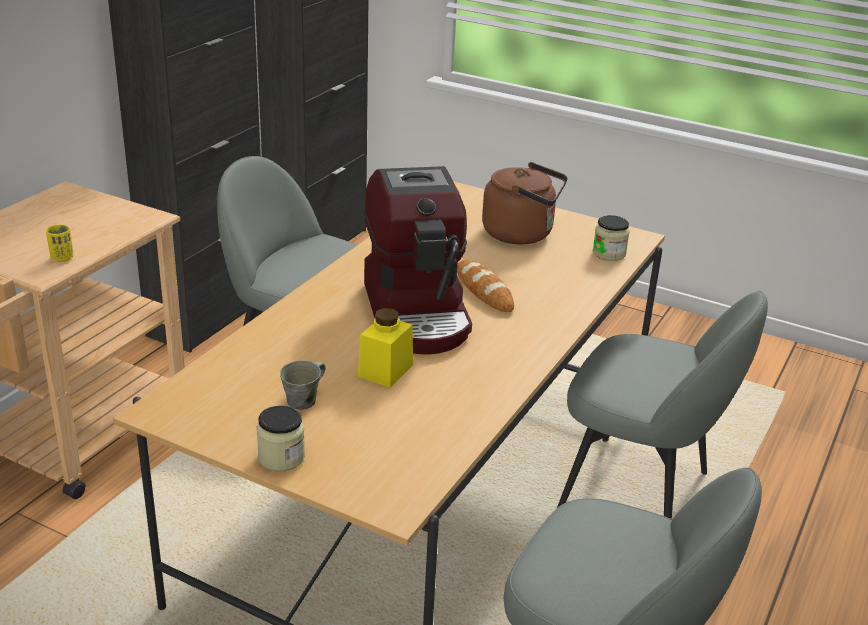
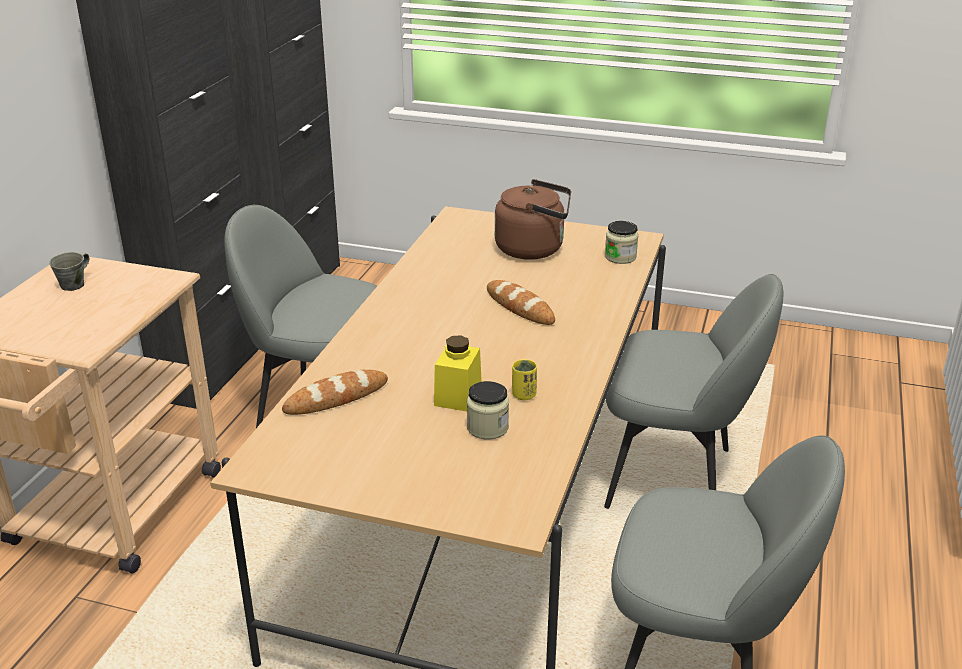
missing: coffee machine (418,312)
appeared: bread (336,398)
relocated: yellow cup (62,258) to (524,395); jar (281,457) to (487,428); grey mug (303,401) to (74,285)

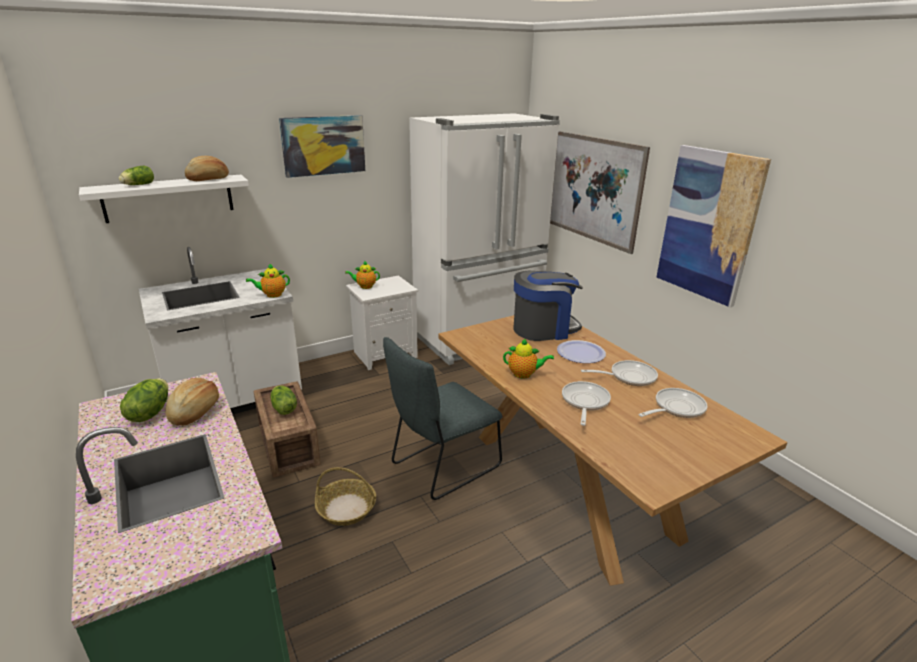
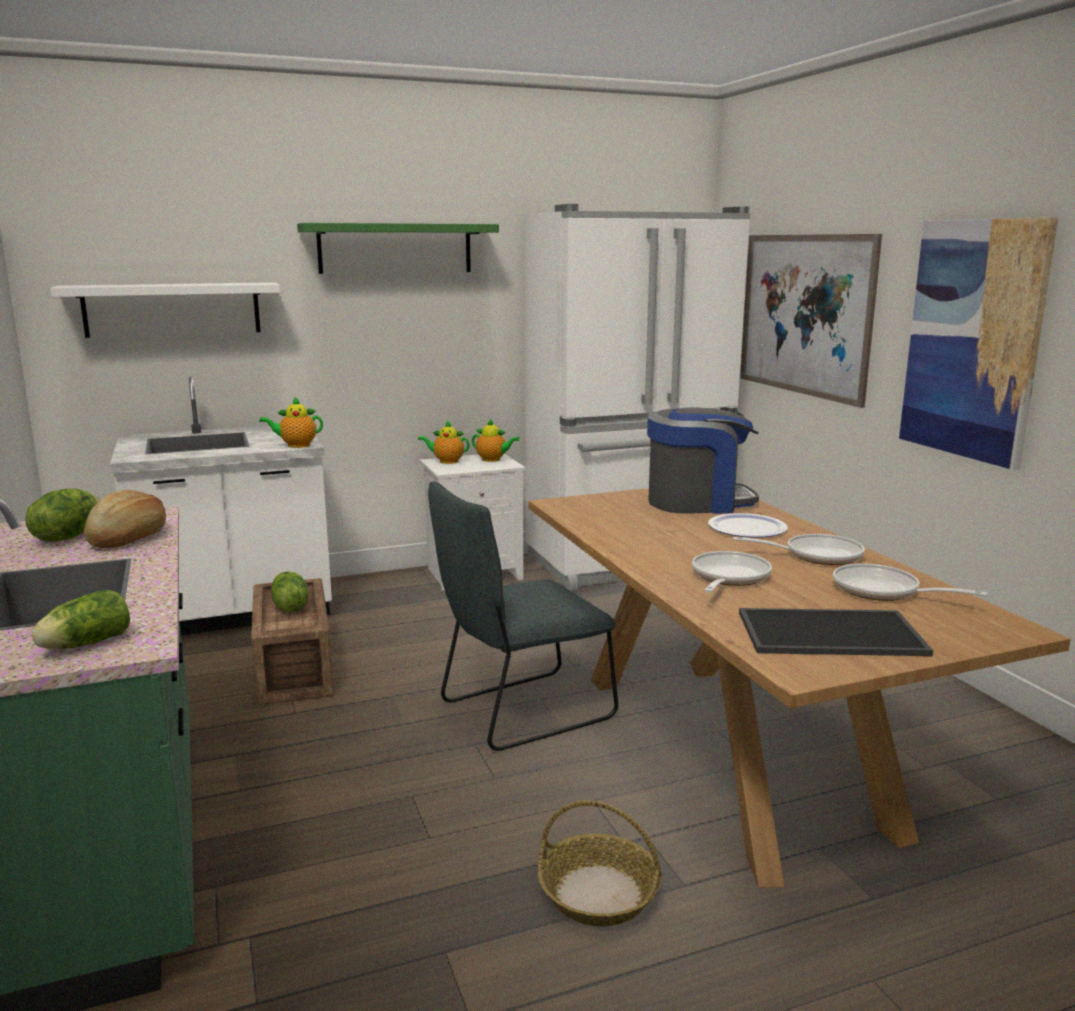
missing: bread (208,179)
appeared: tray (829,634)
relocated: lettuce (137,185) to (83,644); basket (346,508) to (597,893); teapot (524,374) to (493,460)
exchanged: picture (323,145) to green shelf (395,248)
spun: frying pan (676,408) = (883,591) 120 degrees counterclockwise

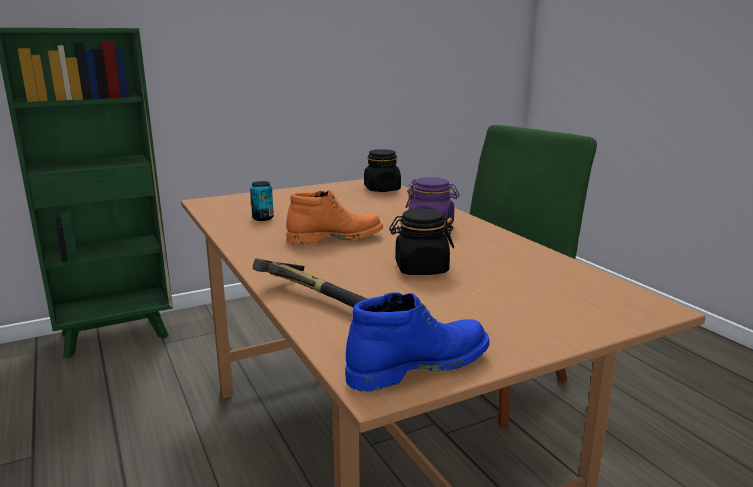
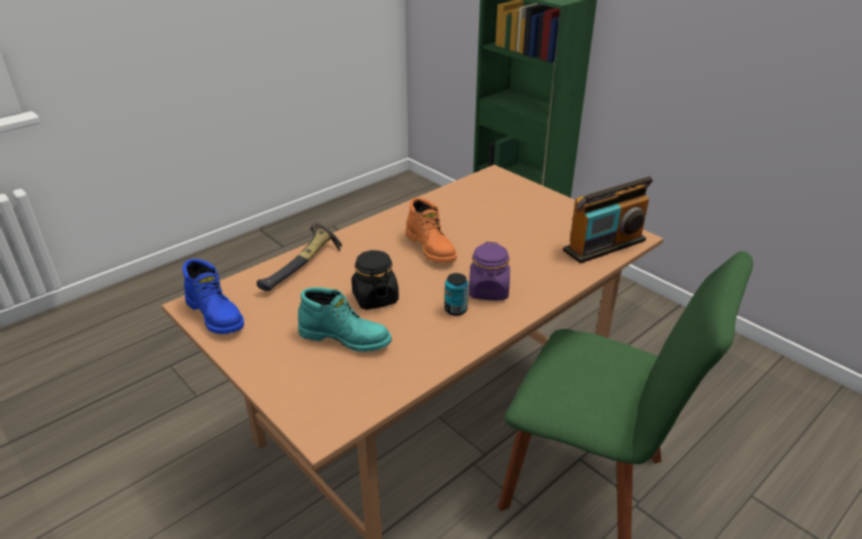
appeared: turquoise boot (346,338)
relocated: can (263,218) to (455,310)
exchanged: black jar (382,189) to radio (604,246)

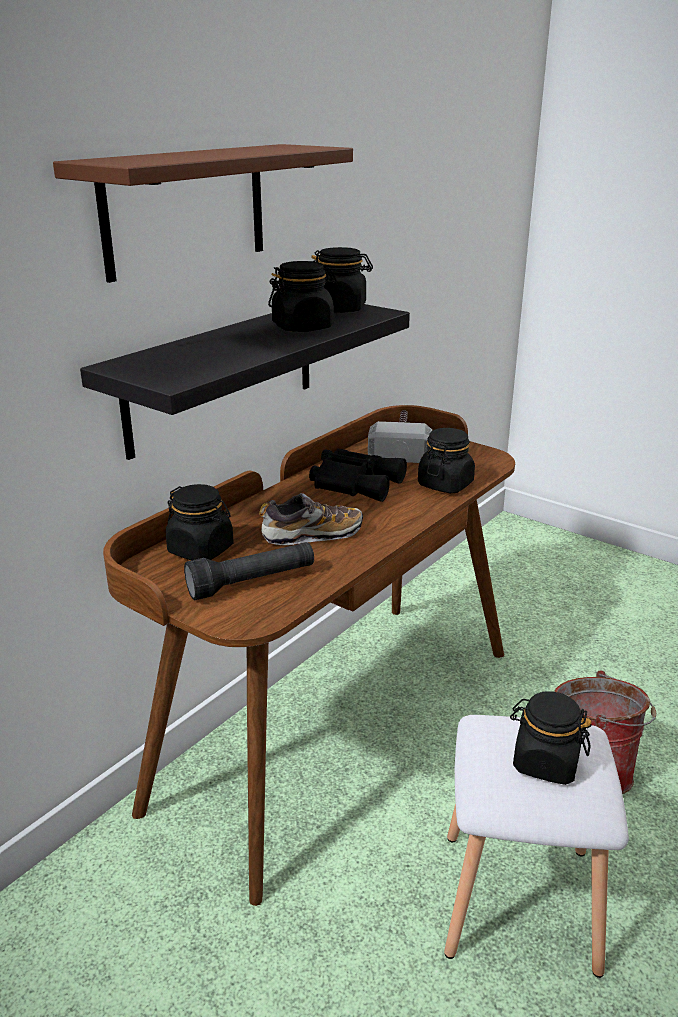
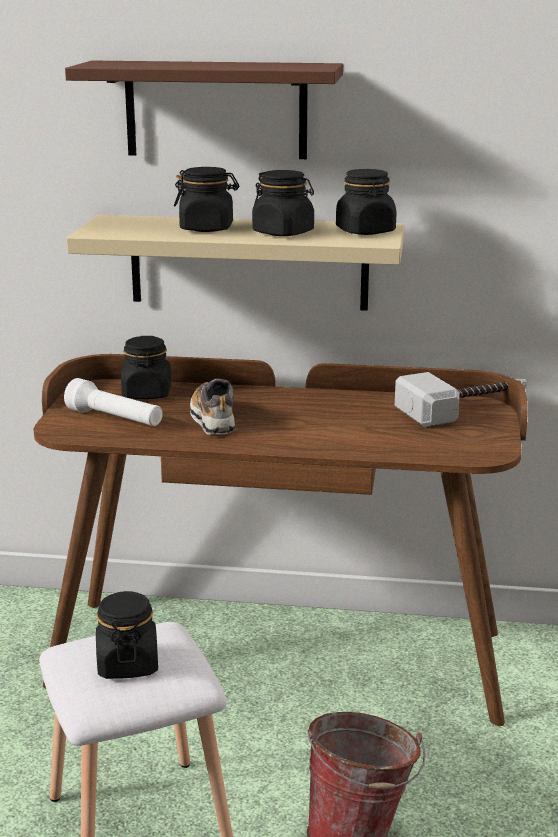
missing: black binoculars (356,483)
relocated: black jar (445,484) to (207,228)
colour: black shelf (223,374) to beige shelf (249,262); black flashlight (252,583) to white flashlight (115,420)
spun: shoe (311,535) = (213,419) 150 degrees counterclockwise

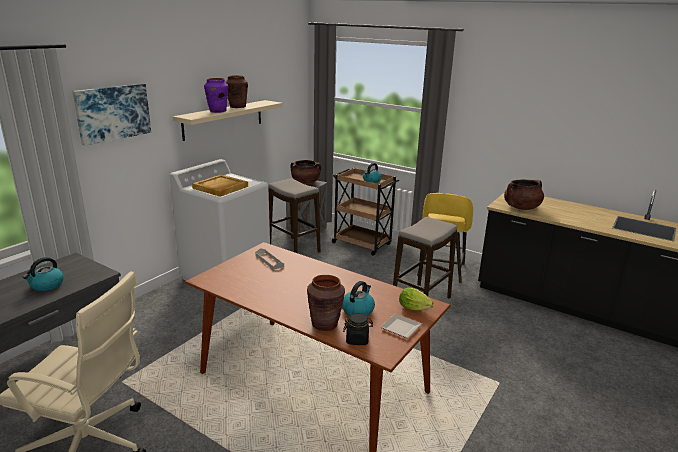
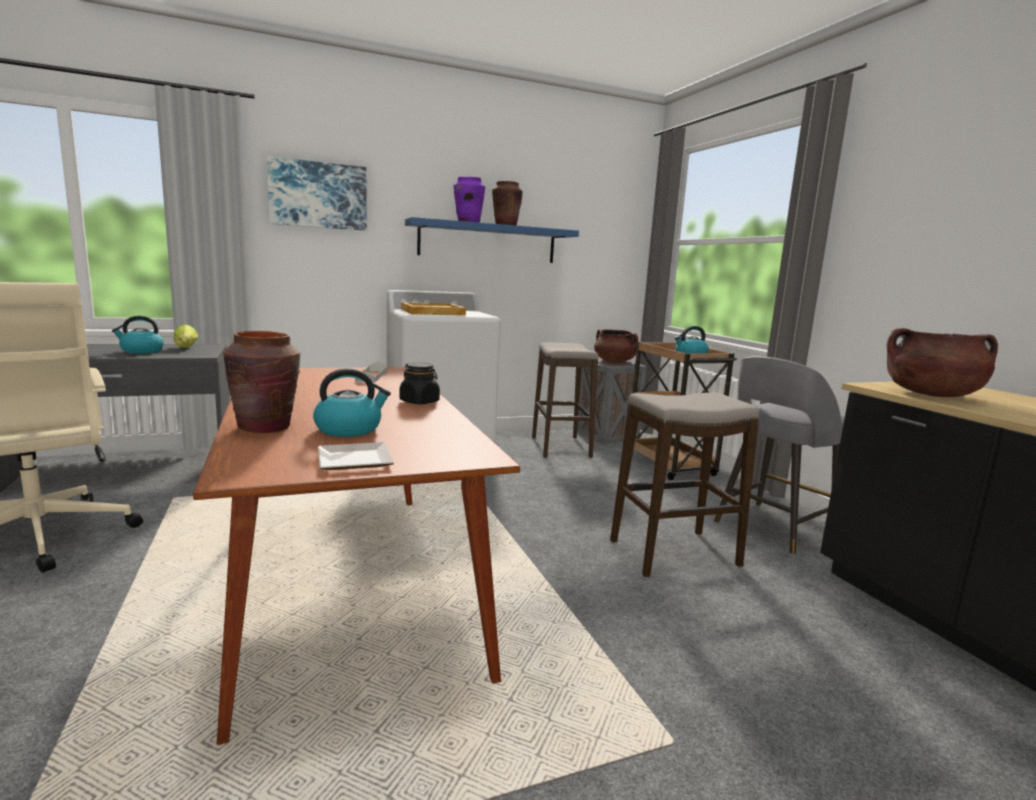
relocated: black jar (357,339) to (419,402); lettuce (415,309) to (186,348)
colour: beige shelf (223,119) to blue shelf (488,242); yellow stool (440,270) to grey stool (771,528)

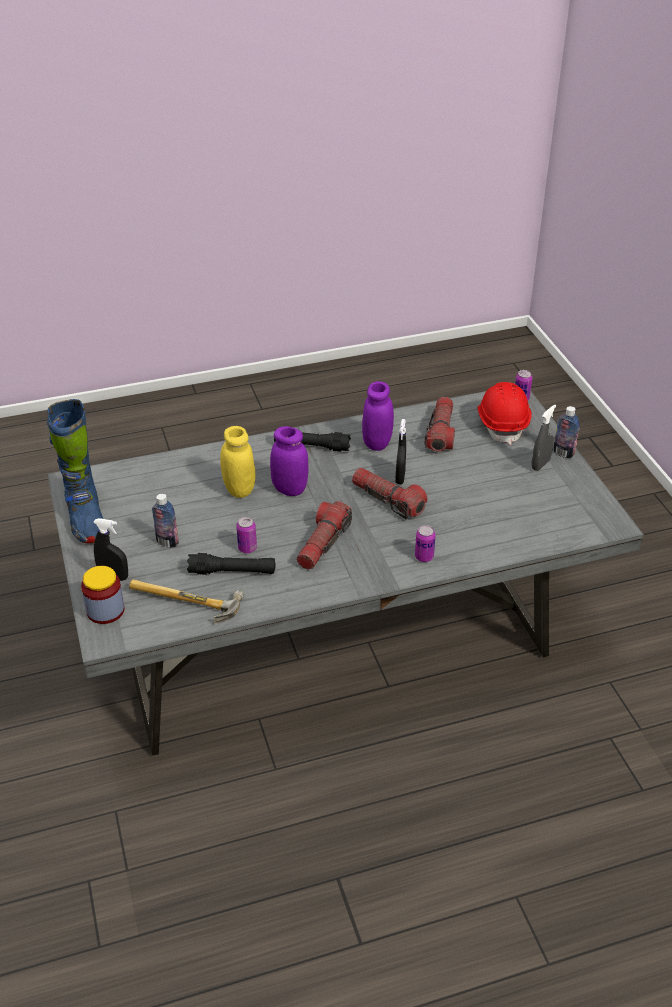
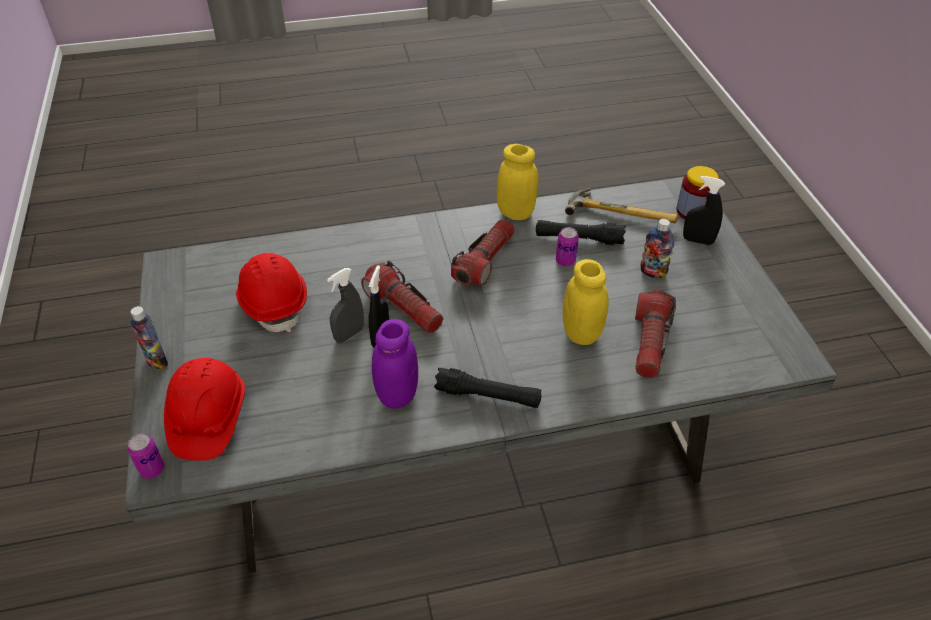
missing: blue boot (85,519); purple jar (290,489); can (424,557)
appeared: red hard hat (274,303); yellow jar (515,213)
relocated: flashlight (441,432) to (650,342); grey spray bottle (540,465) to (349,334)

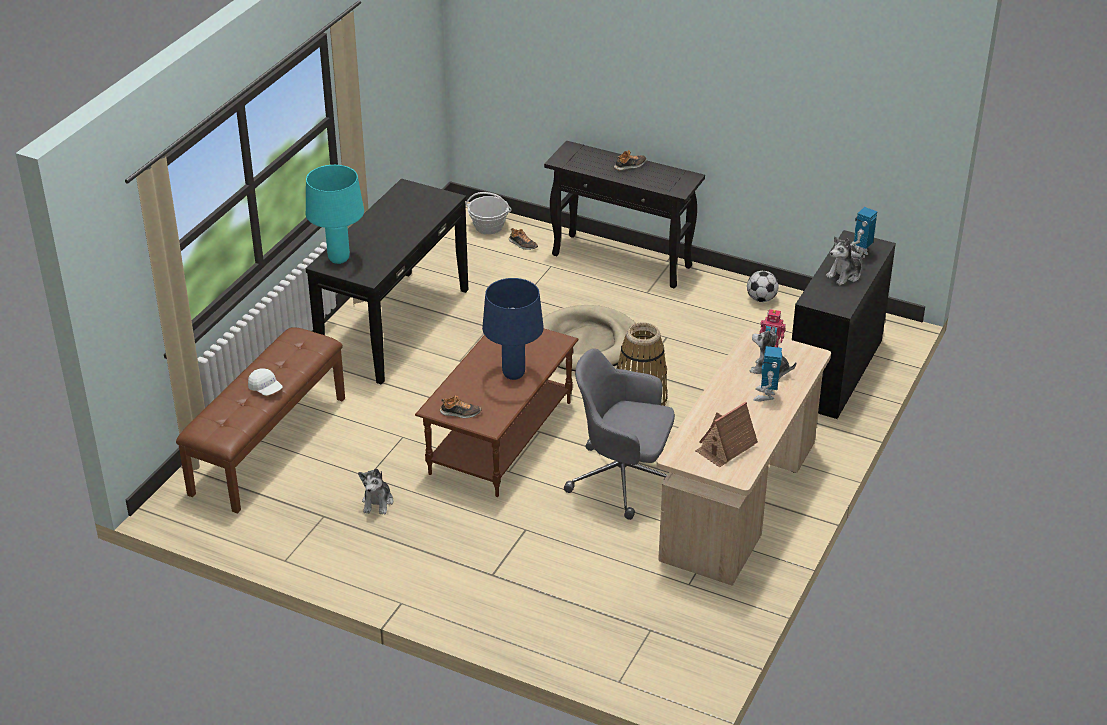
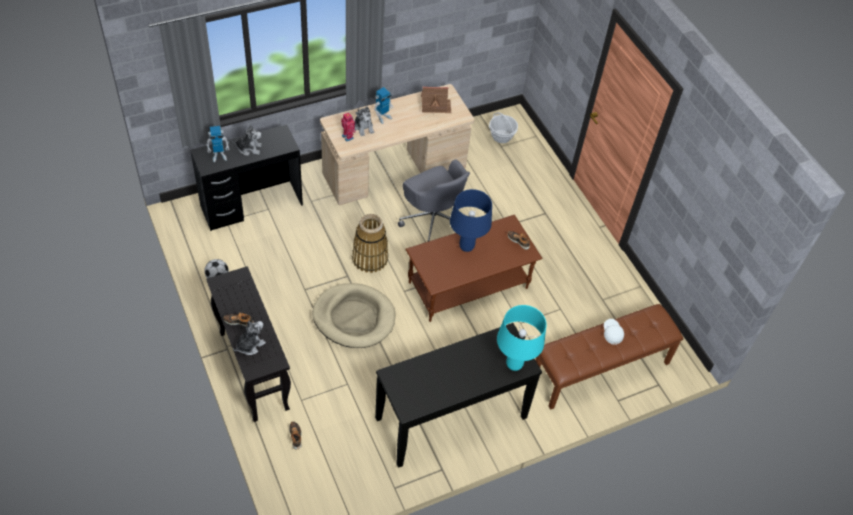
relocated: plush toy (377,502) to (250,345); basket (488,227) to (501,136)

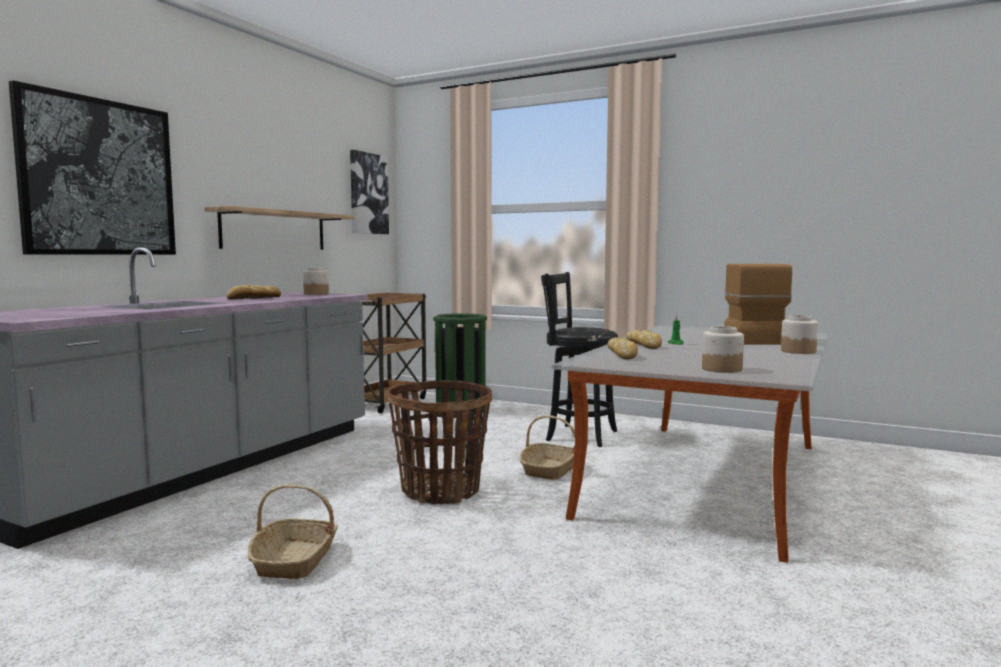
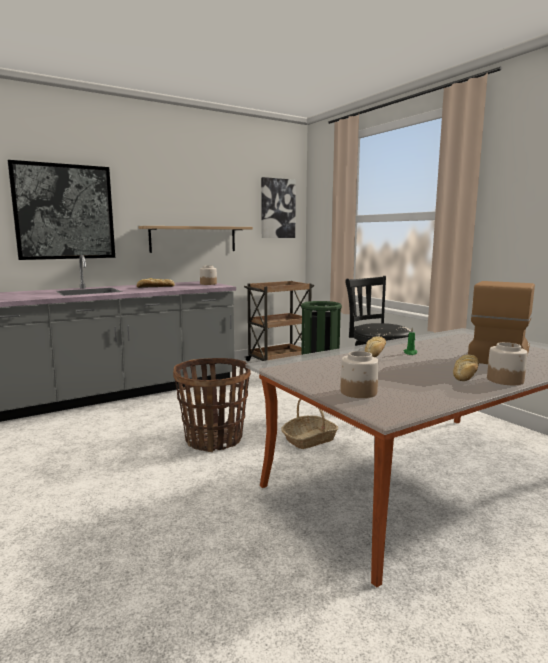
missing: basket (295,560)
relocated: bread (622,354) to (466,373)

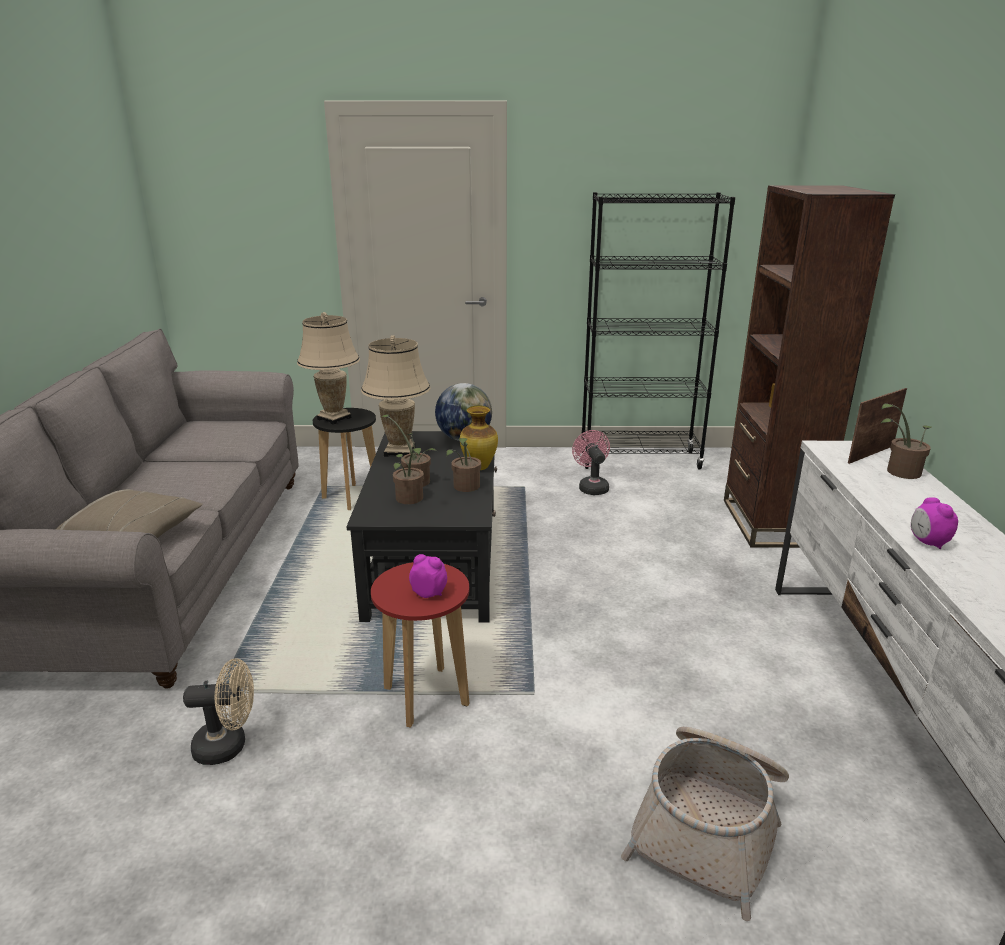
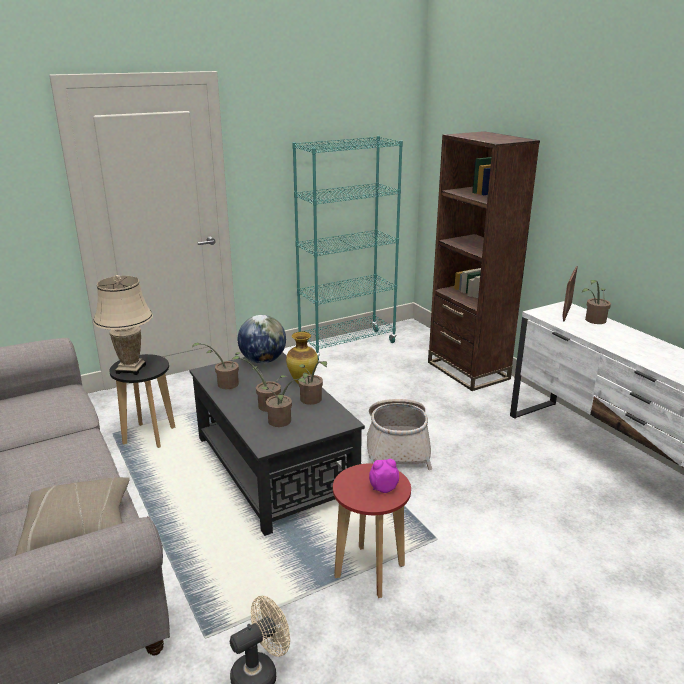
missing: pink fan (591,487); alarm clock (927,542)
relocated: basket (710,825) to (397,445)
exchanged: beige table lamp (399,451) to potted plant (224,384)
colour: black bookcase (639,460) to turquoise bookcase (347,345)

